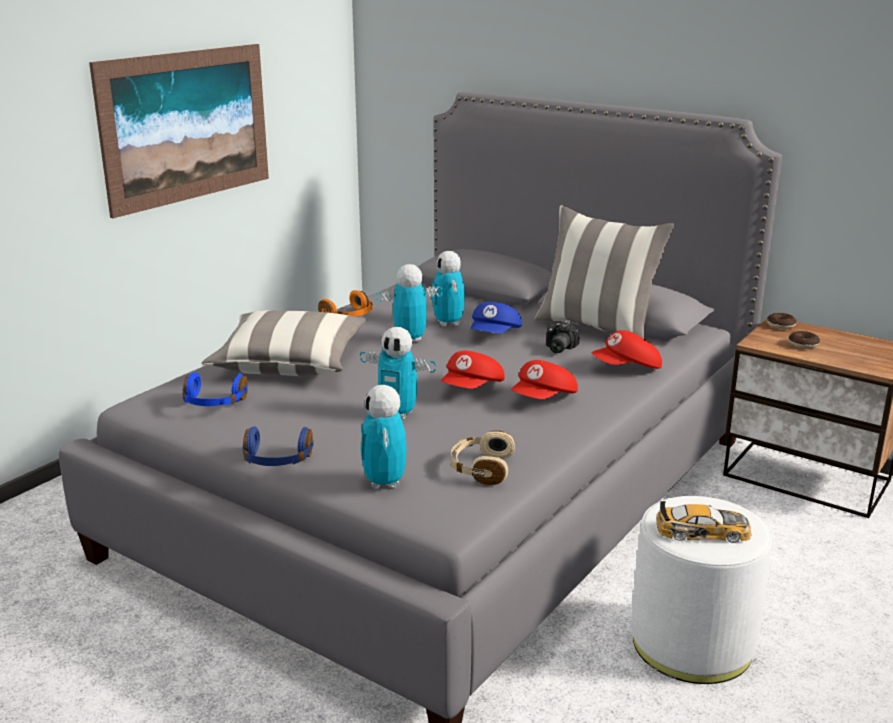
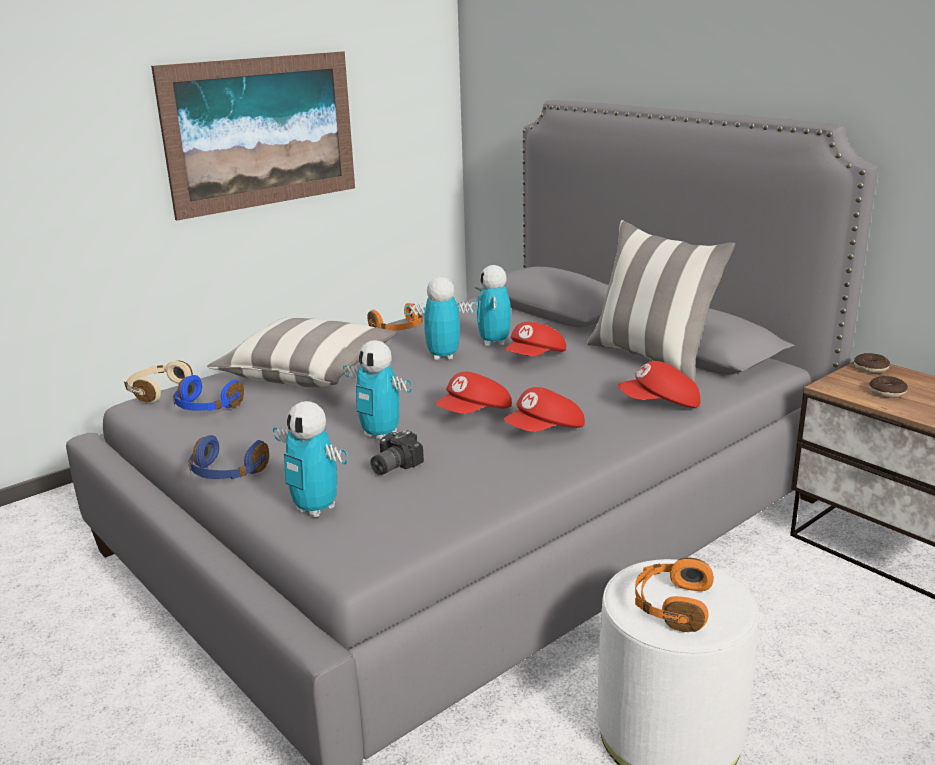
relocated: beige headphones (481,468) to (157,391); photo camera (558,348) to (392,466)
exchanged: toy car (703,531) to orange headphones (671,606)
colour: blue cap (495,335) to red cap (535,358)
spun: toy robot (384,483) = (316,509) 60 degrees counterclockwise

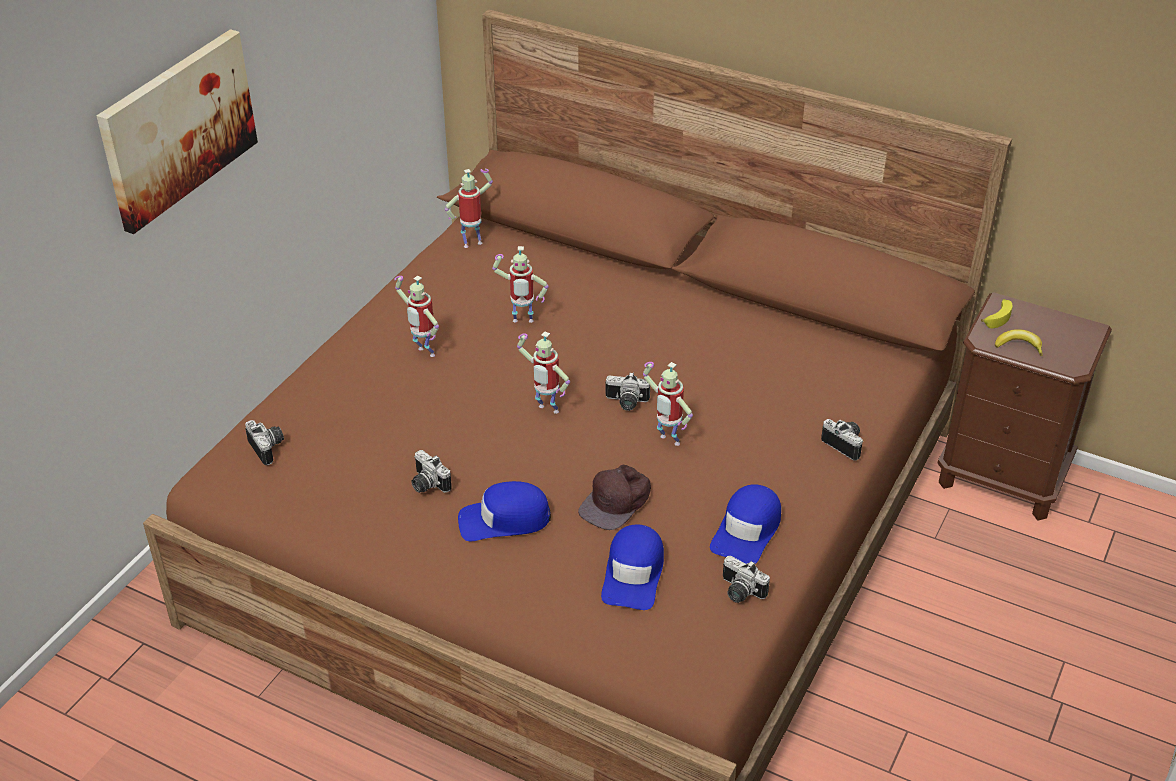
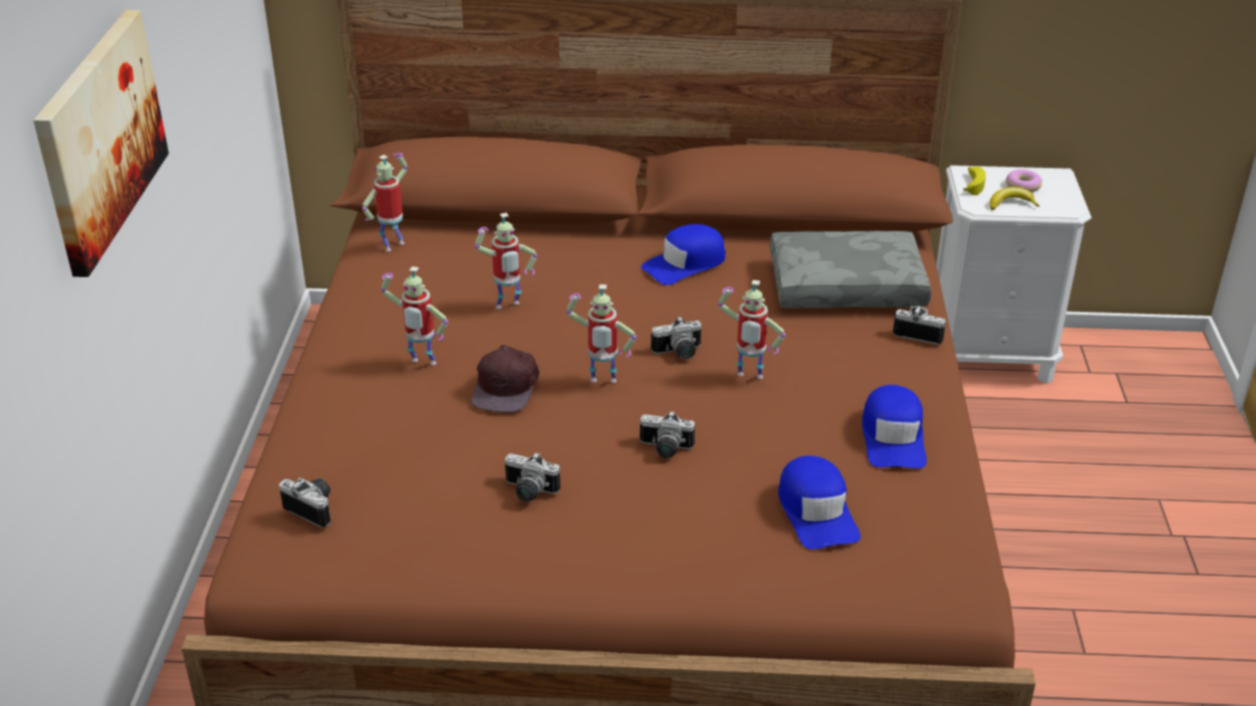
appeared: grey pillow (847,285); donut (1023,186)
relocated: blue cap (504,520) to (685,264); brown cap (616,502) to (507,386); photo camera (739,592) to (664,449)
colour: brown nightstand (1002,478) to white nightstand (989,356)

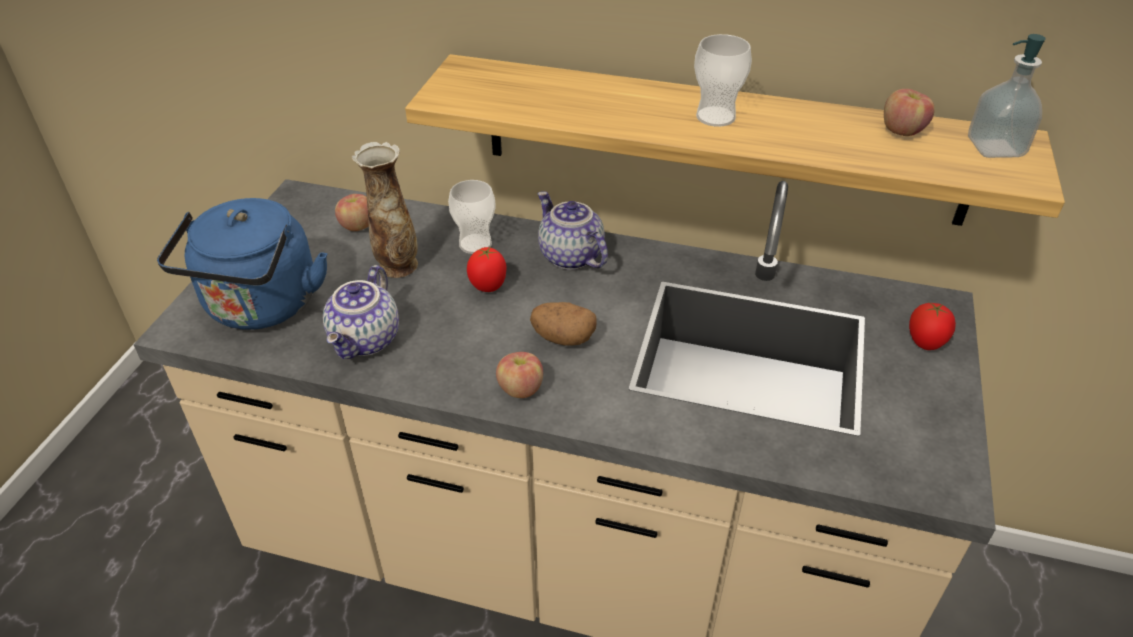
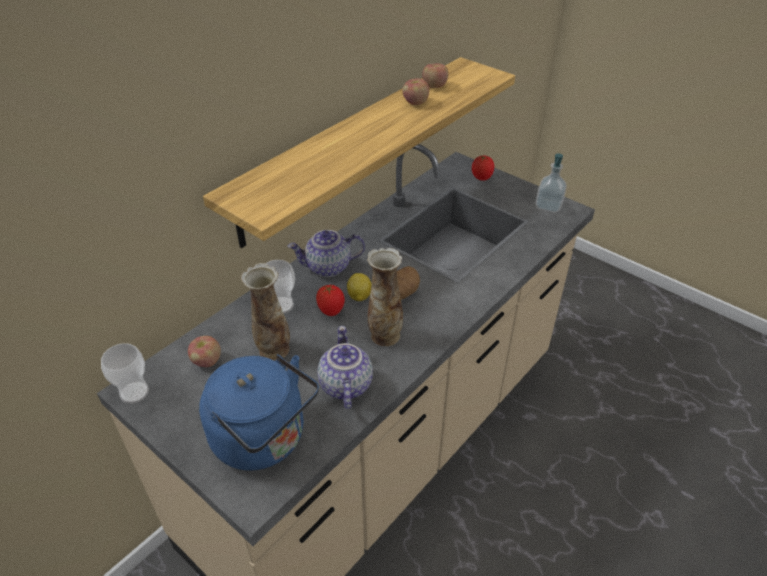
appeared: lemon (359,296); vase (385,335)
relocated: apple (520,389) to (415,103); cup (715,117) to (134,392); soap dispenser (995,147) to (548,206)
spun: teapot (367,340) = (344,385) 135 degrees counterclockwise

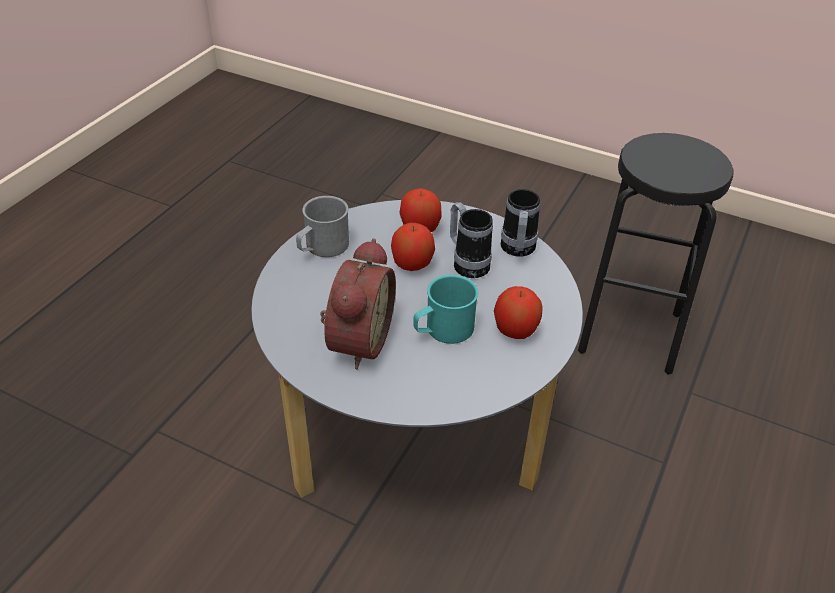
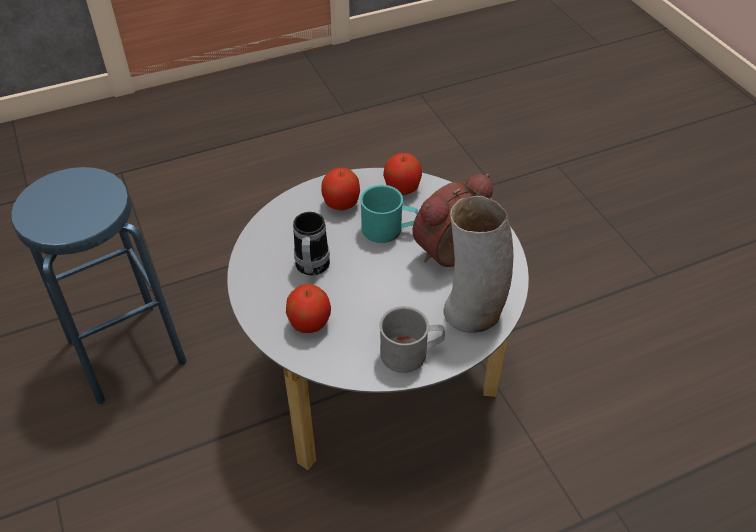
missing: mug (517,251)
appeared: vase (473,313)
relocated: apple (412,264) to (402,189)
colour: black stool (630,332) to blue stool (126,351)

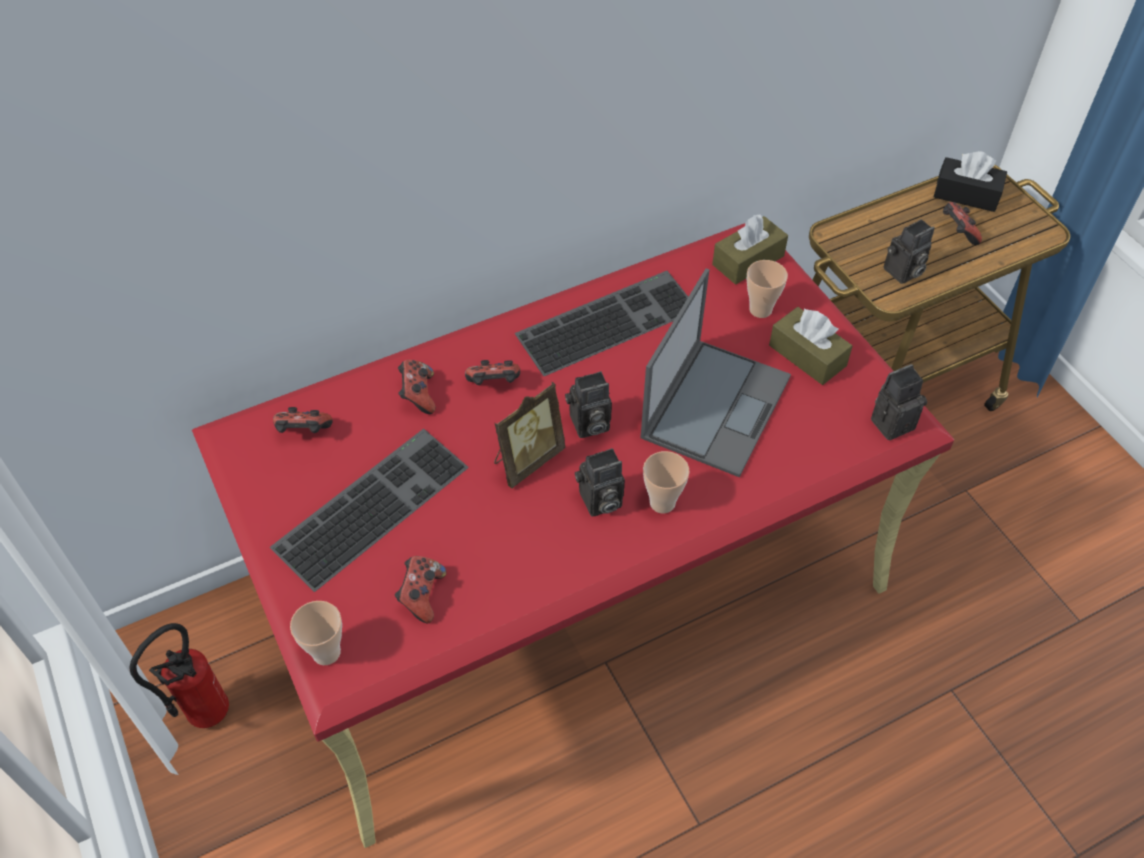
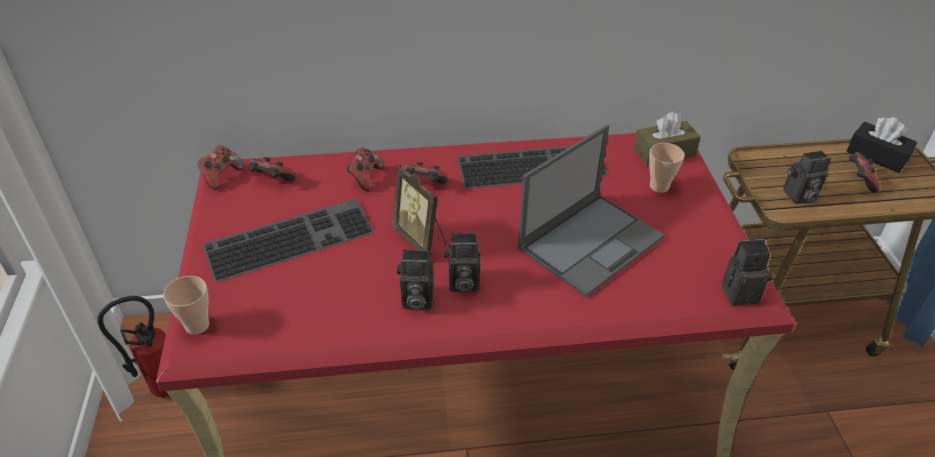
missing: cup (662,503); brown tissue box (807,355)
relocated: game controller (422,596) to (221,176); photo camera (588,425) to (415,300)
spun: picture frame (527,460) = (421,239) 75 degrees clockwise

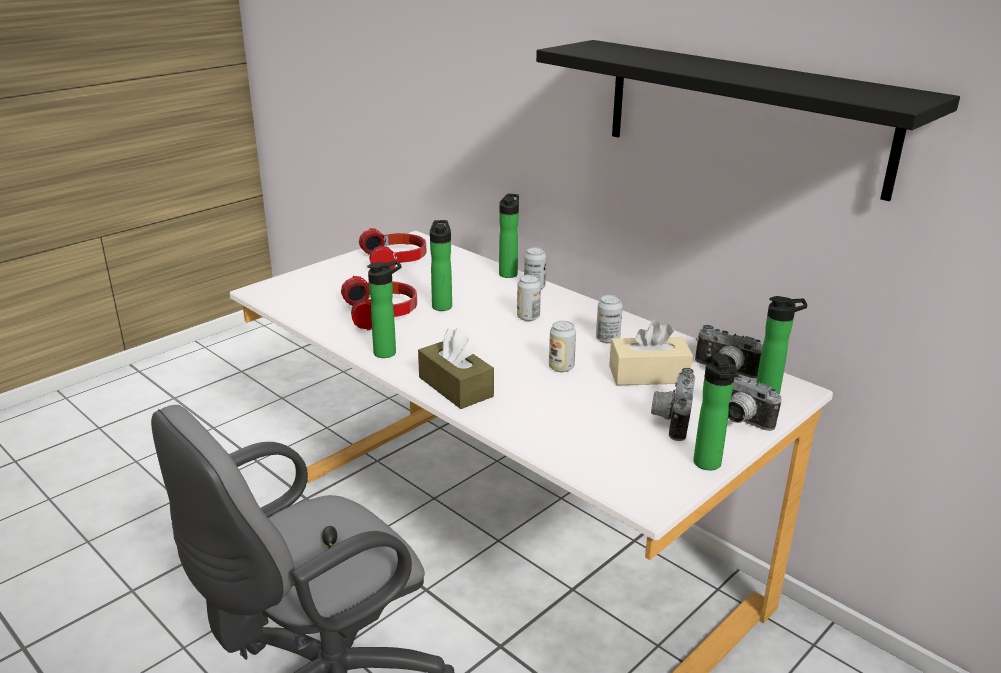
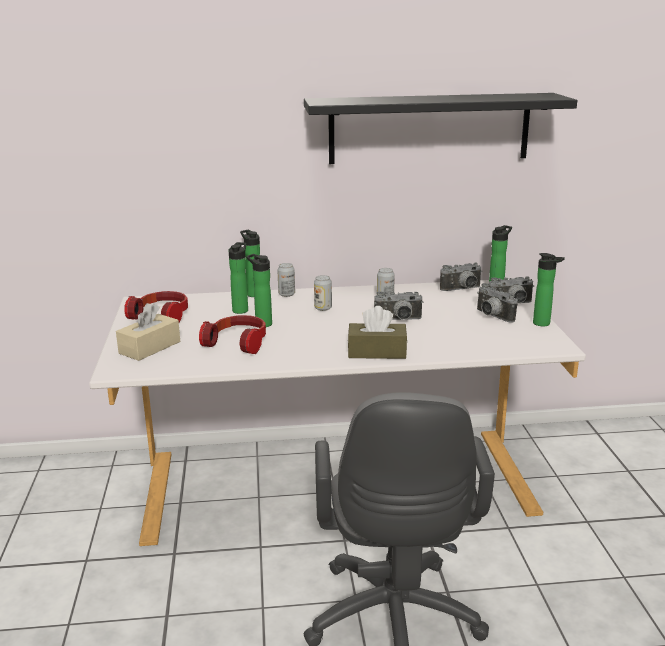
relocated: bottle (388,352) to (241,310); beige tissue box (648,374) to (150,347)
exchanged: can (561,367) to photo camera (398,320)

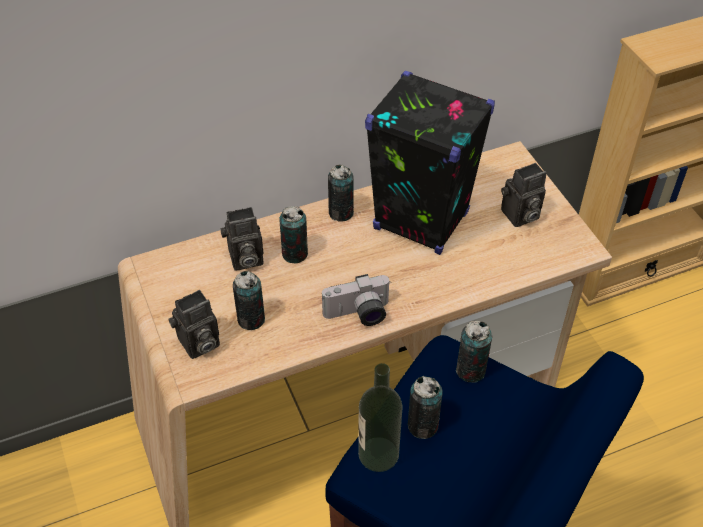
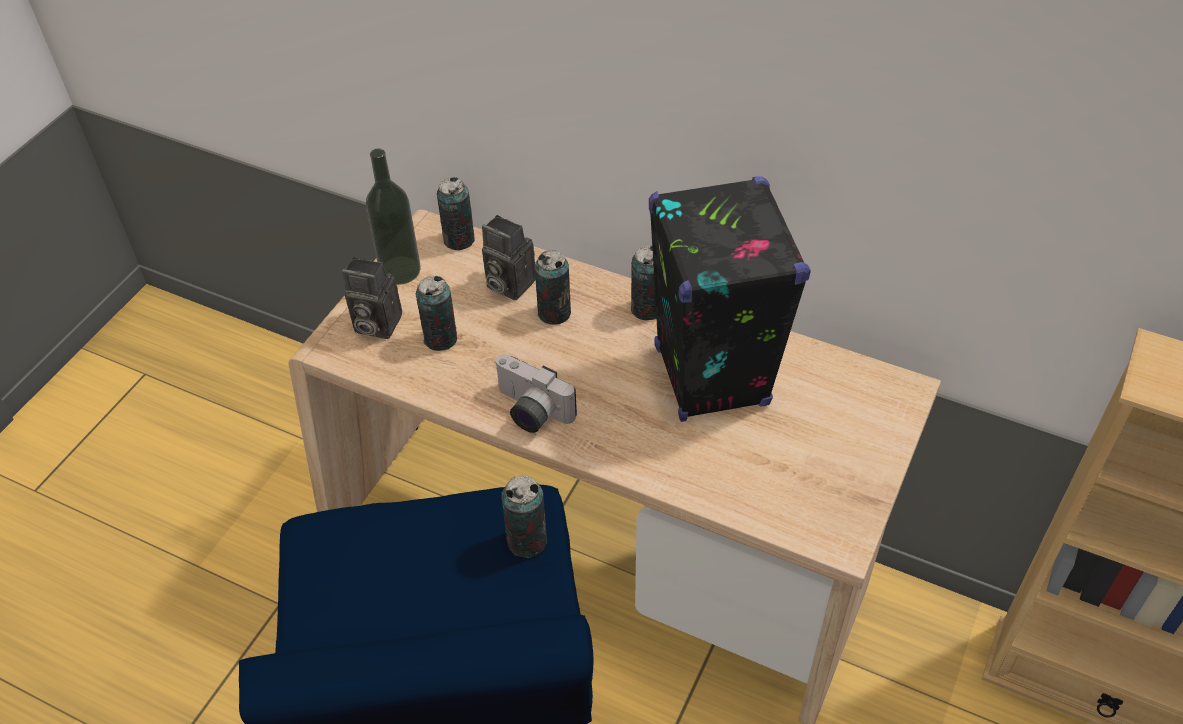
missing: photo camera (519,216)
relocated: bottle (378,454) to (400,270); can (422,426) to (459,240)

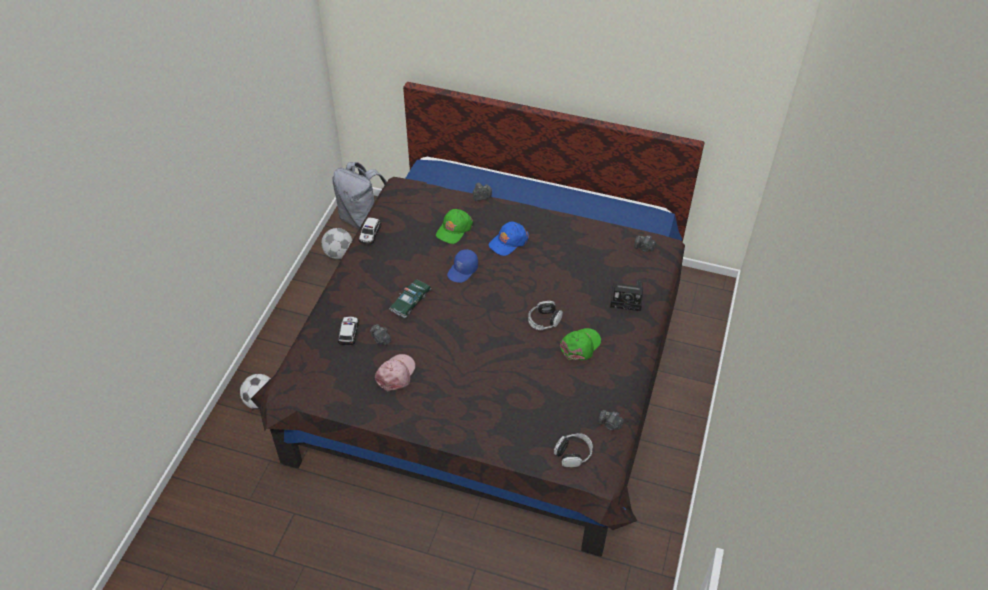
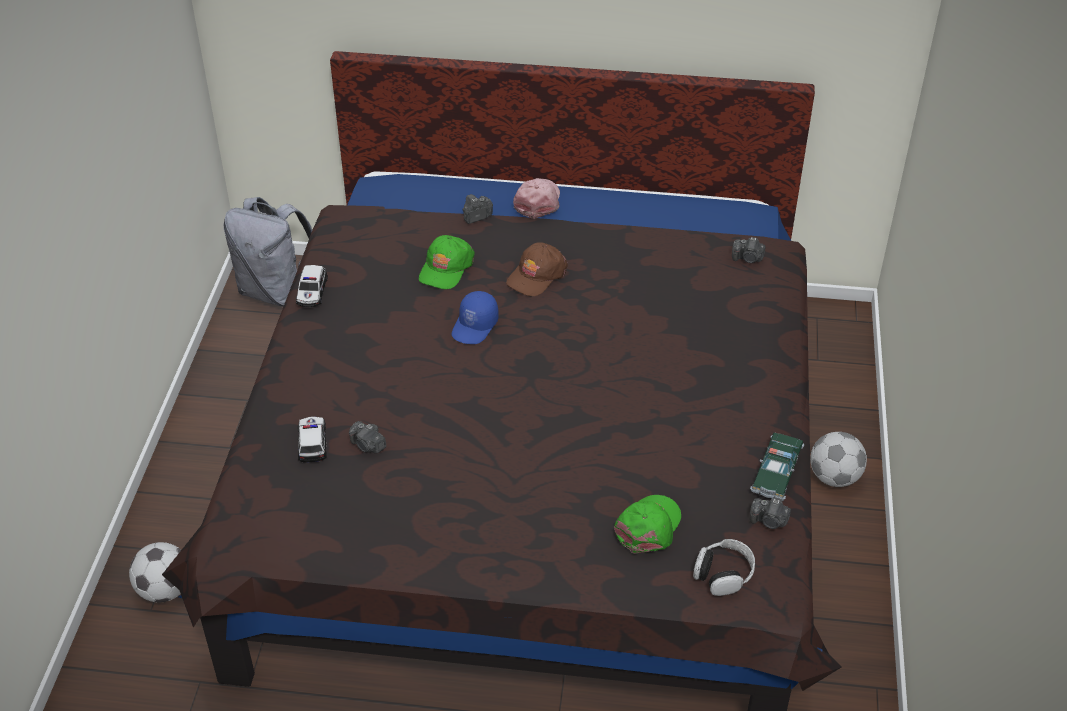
missing: headphones (544,320); photo camera (628,299)
relocated: football (339,254) to (834,477); pink cap (396,374) to (537,201); toy car (410,302) to (776,472); green cap (580,346) to (648,527)
colour: blue cap (508,242) to brown cap (536,275)

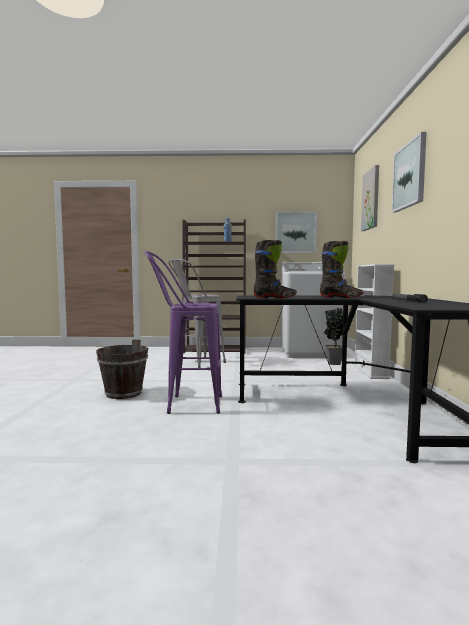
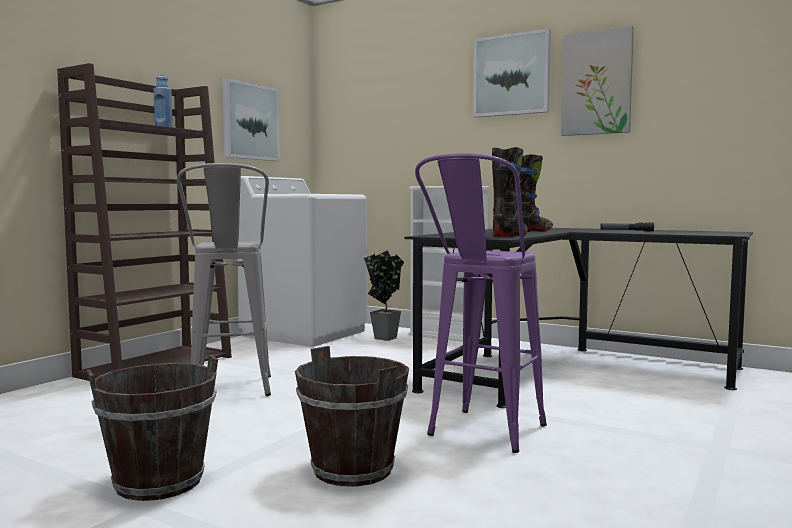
appeared: brown bucket (159,482)
relocated: picture (371,199) to (597,83)

